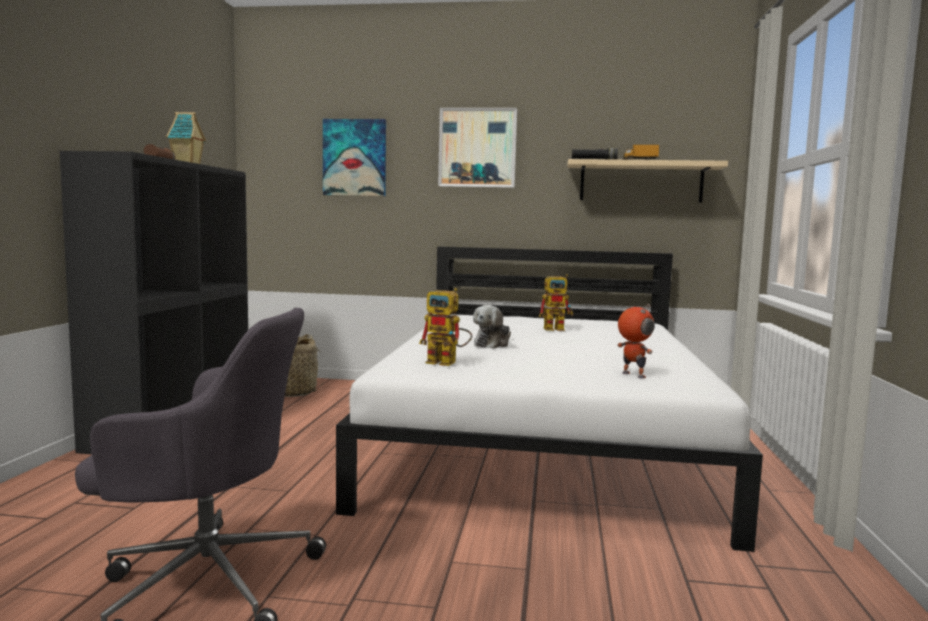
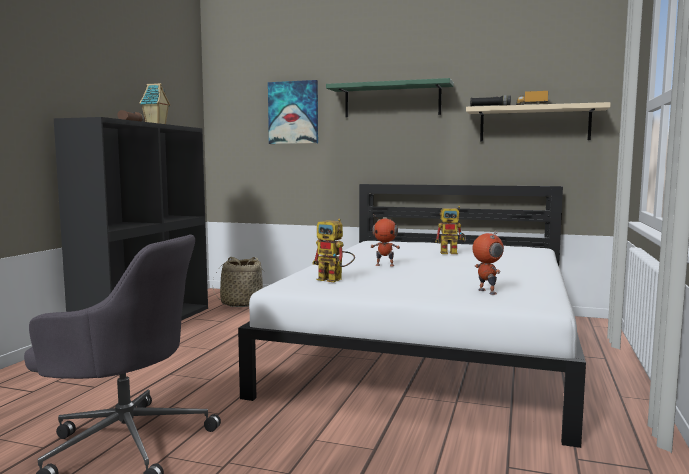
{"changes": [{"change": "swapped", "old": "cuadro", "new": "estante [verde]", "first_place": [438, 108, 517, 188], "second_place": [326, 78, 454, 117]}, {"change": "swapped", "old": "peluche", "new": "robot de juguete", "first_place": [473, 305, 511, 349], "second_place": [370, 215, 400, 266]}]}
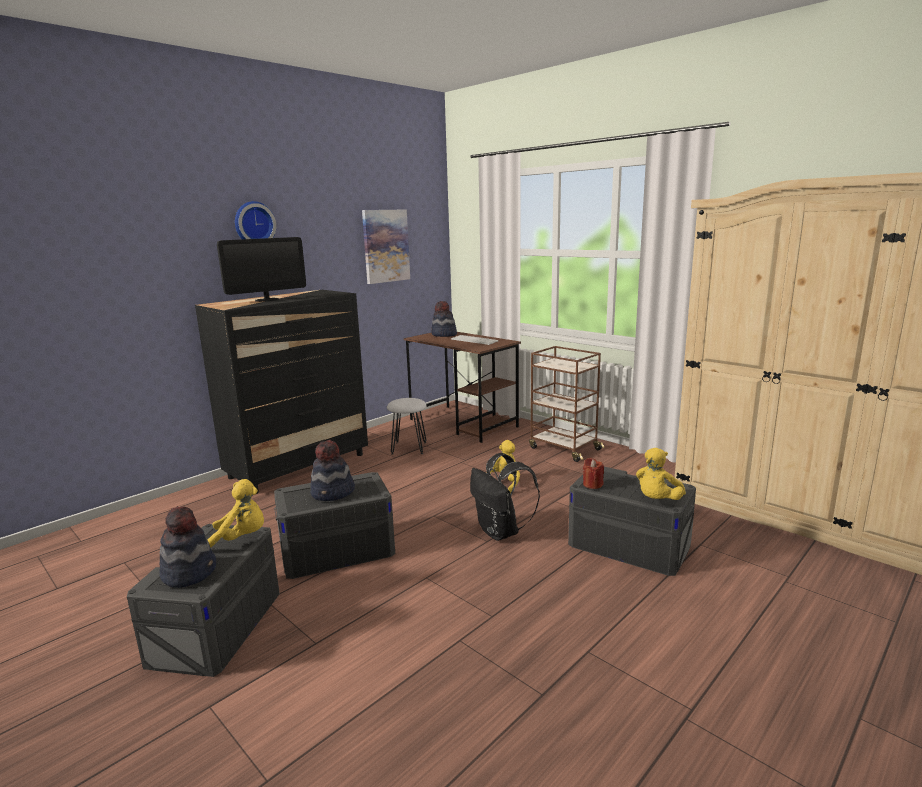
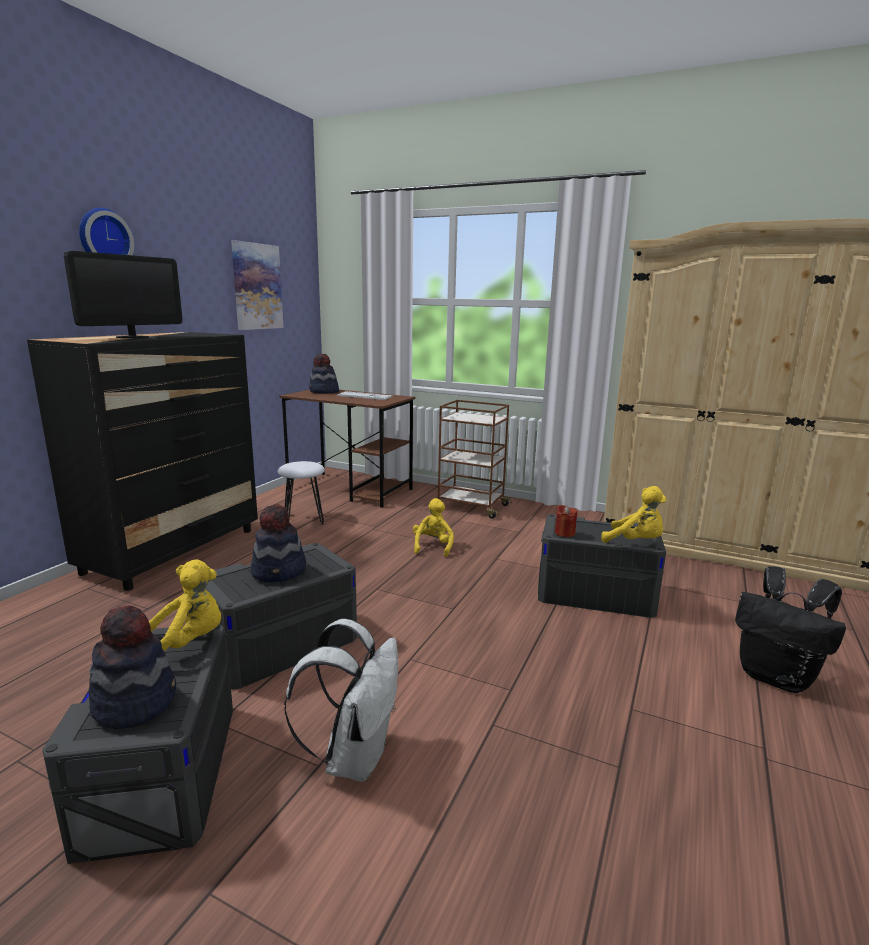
{"changes": [{"change": "new", "new": "mochila [blanco]", "second_place": [284, 619, 398, 782]}, {"change": "rotated", "old": "peluche [amarillo]", "first_place": [636, 448, 686, 500], "second_place": [601, 486, 667, 543], "degrees": -75}, {"change": "shifted", "old": "mochila [negro]", "first_place": [470, 453, 540, 541], "second_place": [735, 567, 846, 693]}]}
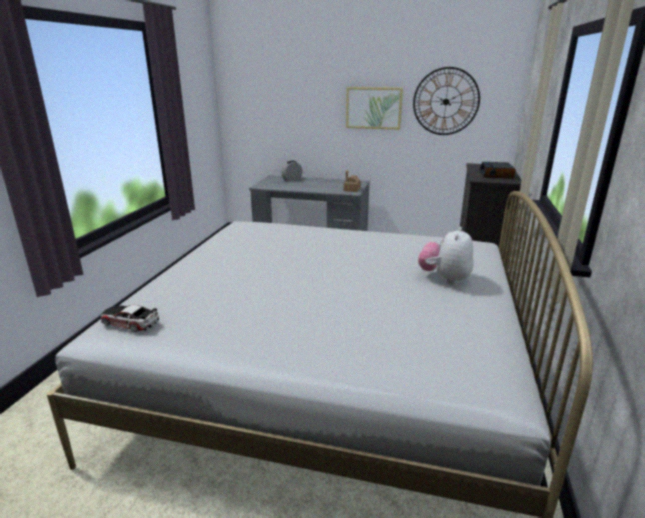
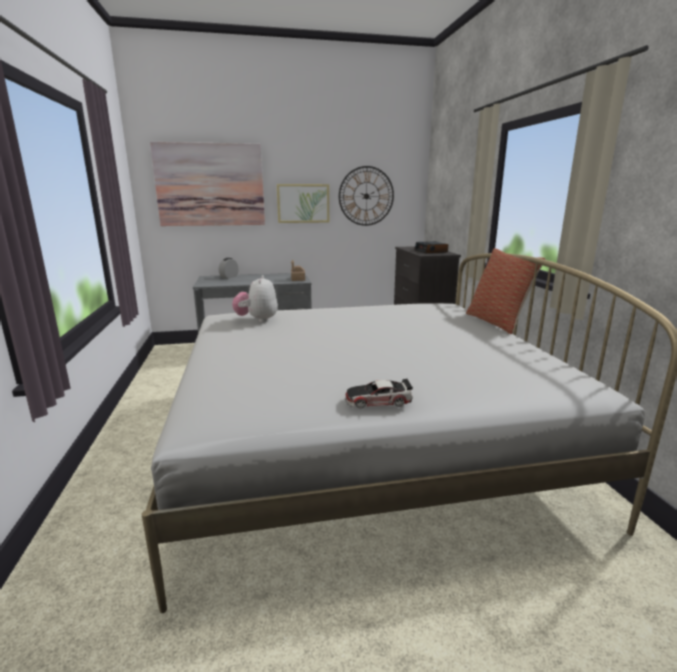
{"changes": [{"change": "new", "new": "cuadro", "second_place": [150, 142, 265, 226]}, {"change": "shifted", "old": "peluche", "first_place": [418, 227, 474, 284], "second_place": [232, 275, 278, 323]}, {"change": "shifted", "old": "coche de juguete", "first_place": [101, 304, 159, 332], "second_place": [345, 379, 413, 408]}, {"change": "new", "new": "cojín", "second_place": [466, 248, 545, 334]}]}
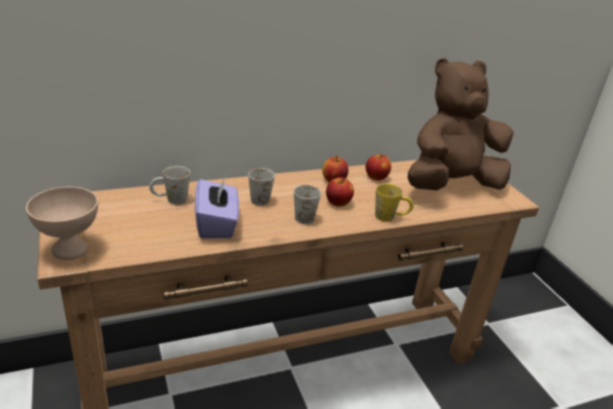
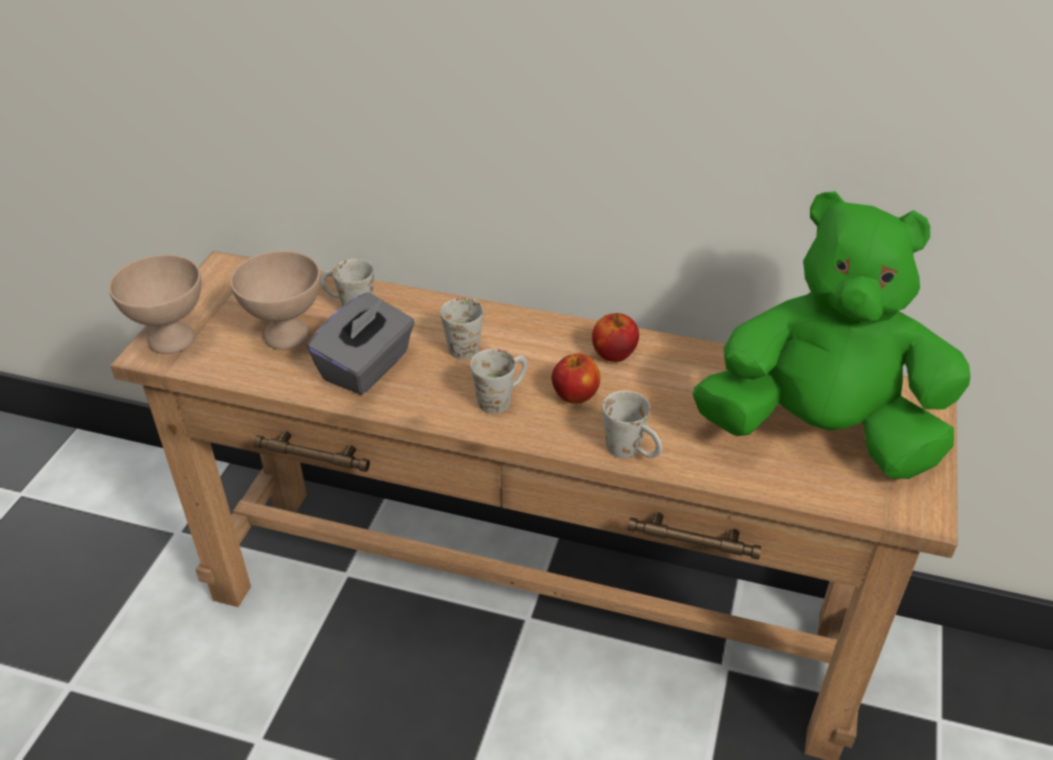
{"changes": [{"change": "new", "new": "cuenco [beis]", "second_place": [230, 251, 321, 350]}, {"change": "repainted", "old": "caja de pañuelos [morado]", "new": "caja de pañuelos [gris]", "first_place": [195, 177, 239, 238], "second_place": [307, 292, 415, 395]}, {"change": "repainted", "old": "taza grande [amarillo]", "new": "taza grande [blanco]", "first_place": [375, 183, 414, 222], "second_place": [602, 390, 662, 458]}, {"change": "repainted", "old": "peluche [marrón]", "new": "peluche [verde]", "first_place": [408, 58, 514, 191], "second_place": [693, 191, 970, 479]}, {"change": "gone", "old": "manzana", "first_place": [366, 154, 391, 181]}]}
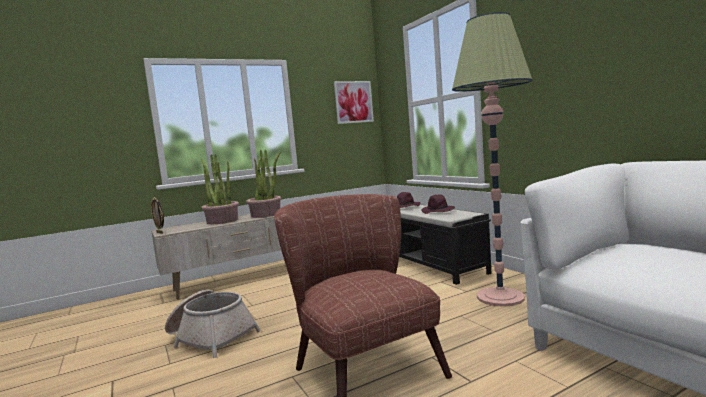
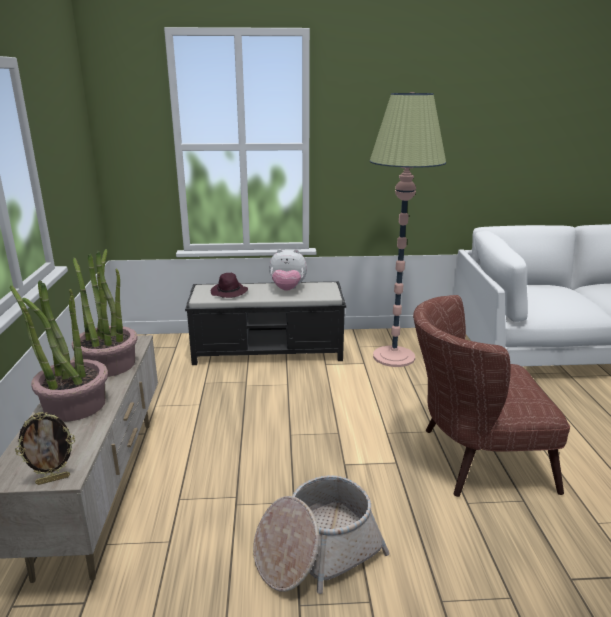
{"changes": [{"change": "swapped", "old": "sombrero [morado]", "new": "peluche", "first_place": [421, 195, 455, 214], "second_place": [269, 249, 307, 291]}, {"change": "gone", "old": "cuadro", "first_place": [334, 81, 374, 124]}]}
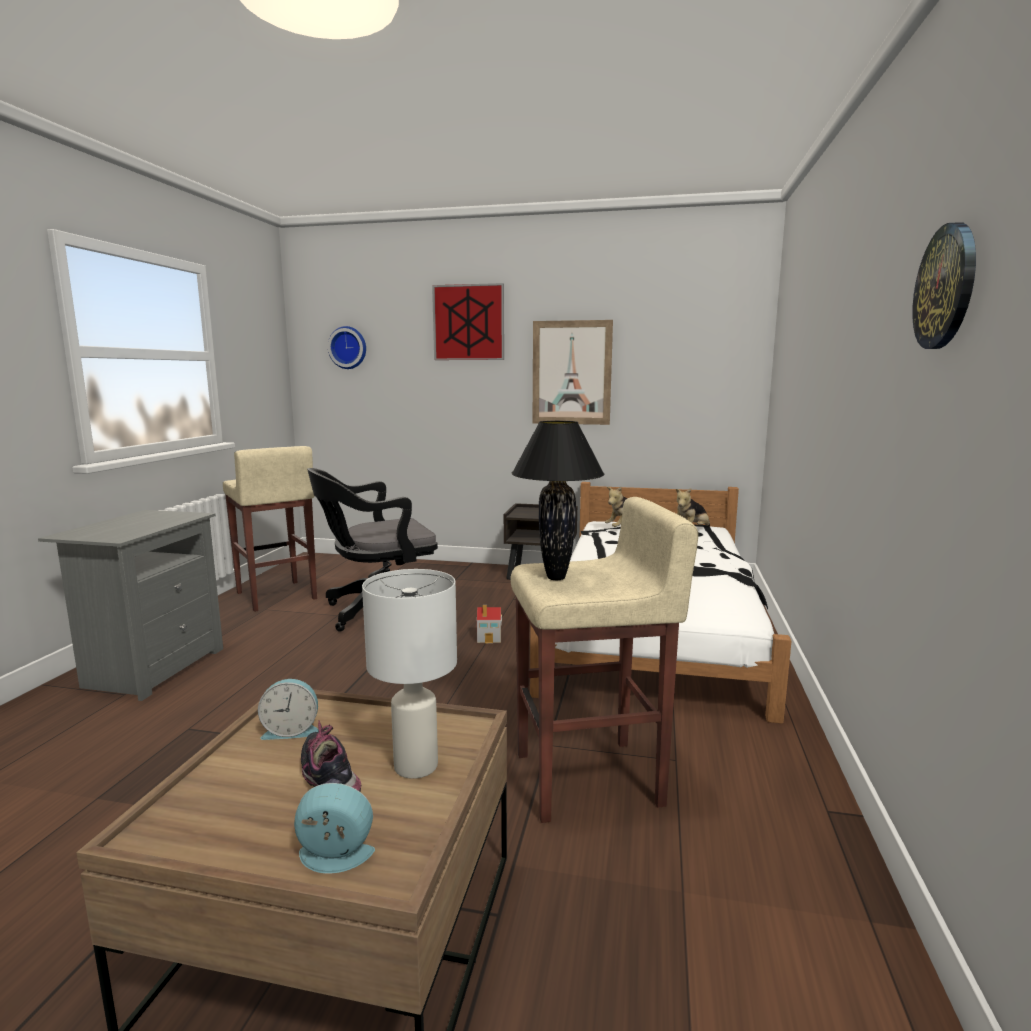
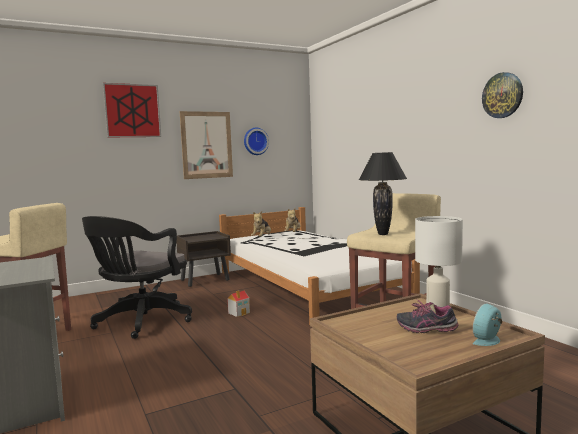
{"changes": [{"change": "shifted", "old": "reloj de pared", "first_place": [328, 326, 366, 369], "second_place": [244, 128, 269, 155]}, {"change": "gone", "old": "despertador", "first_place": [258, 679, 319, 740]}]}
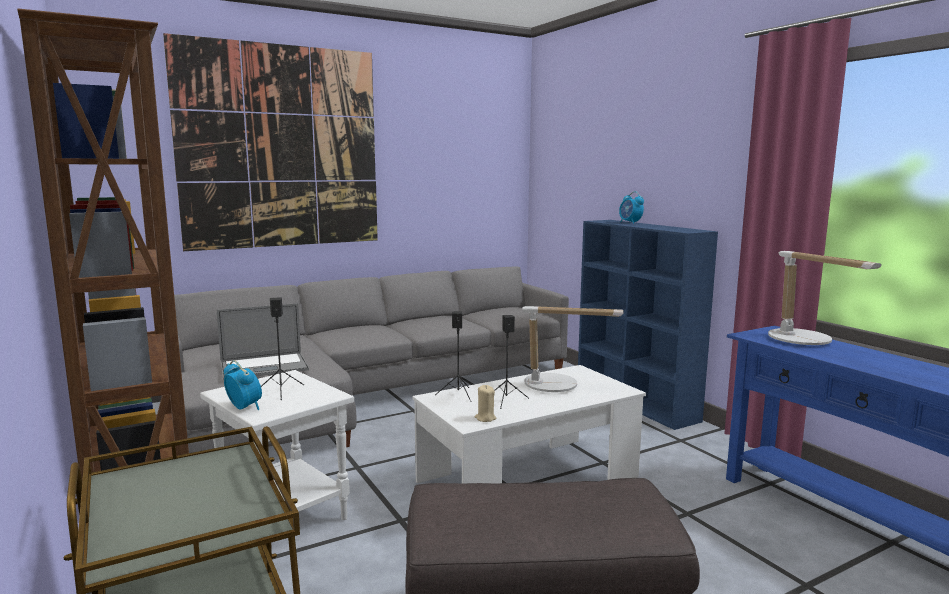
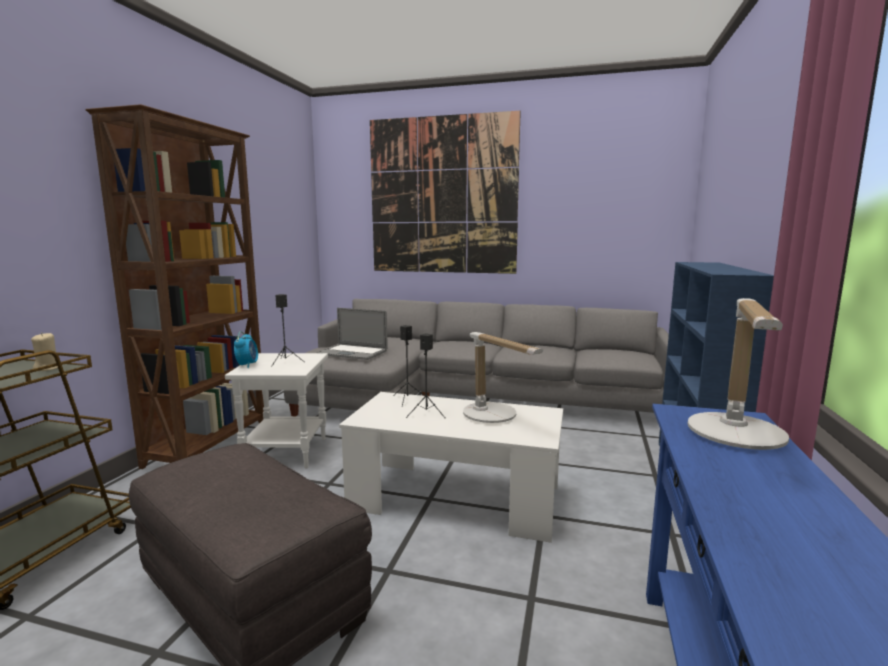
{"changes": [{"change": "shifted", "old": "vela [beis]", "first_place": [475, 385, 496, 422], "second_place": [31, 332, 58, 371]}, {"change": "gone", "old": "despertador", "first_place": [619, 191, 644, 224]}]}
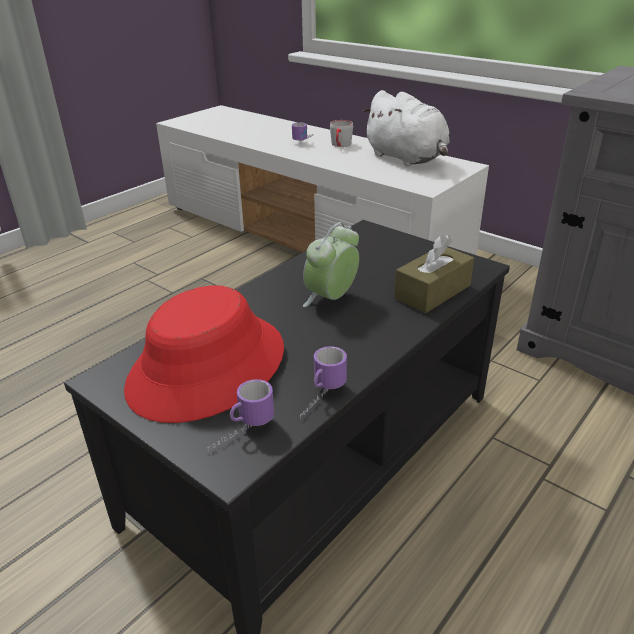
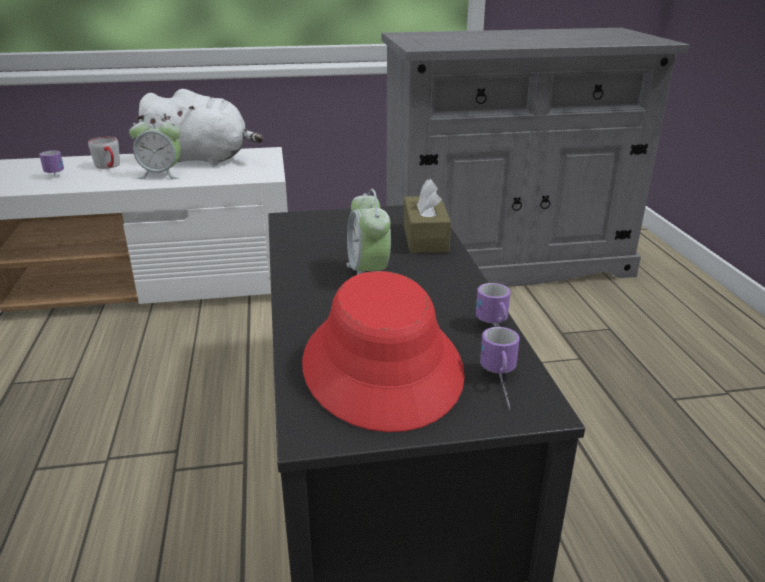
{"changes": [{"change": "new", "new": "despertador", "second_place": [129, 114, 181, 179]}]}
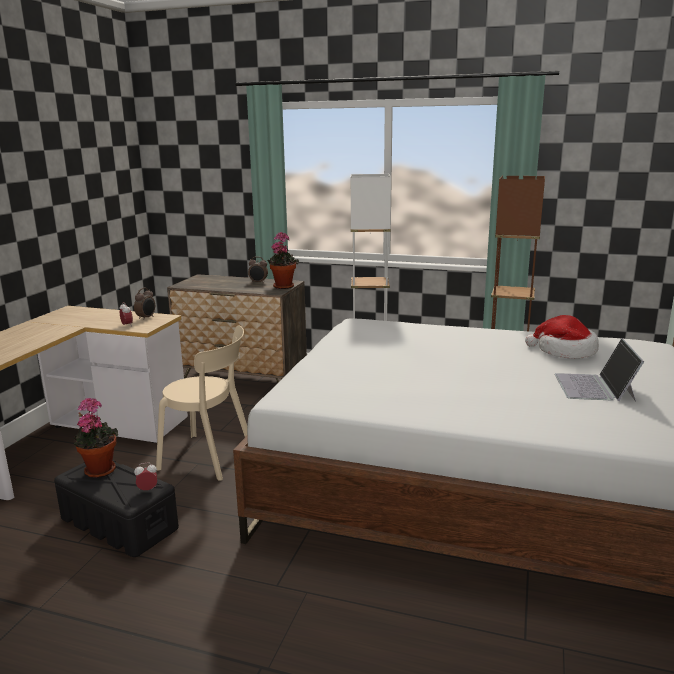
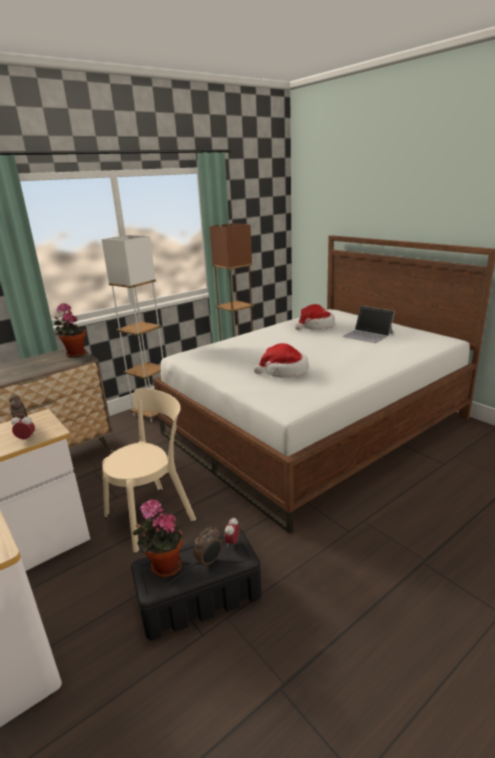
{"changes": [{"change": "shifted", "old": "despertador", "first_place": [248, 256, 268, 283], "second_place": [193, 527, 222, 569]}, {"change": "new", "new": "sombrero", "second_place": [254, 343, 309, 378]}]}
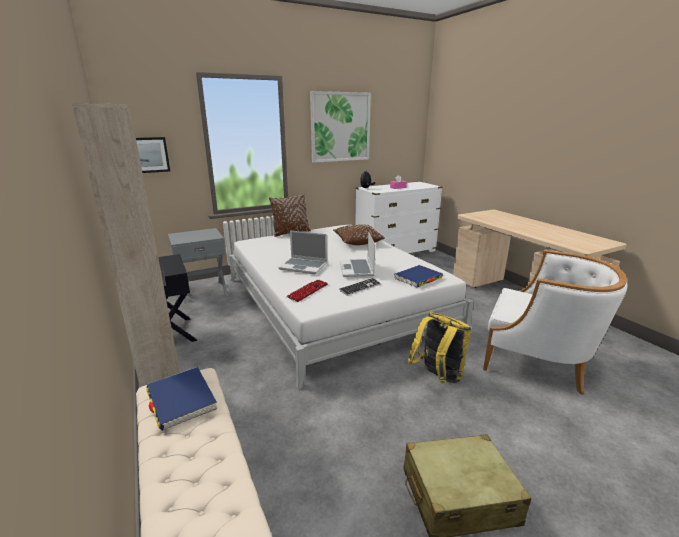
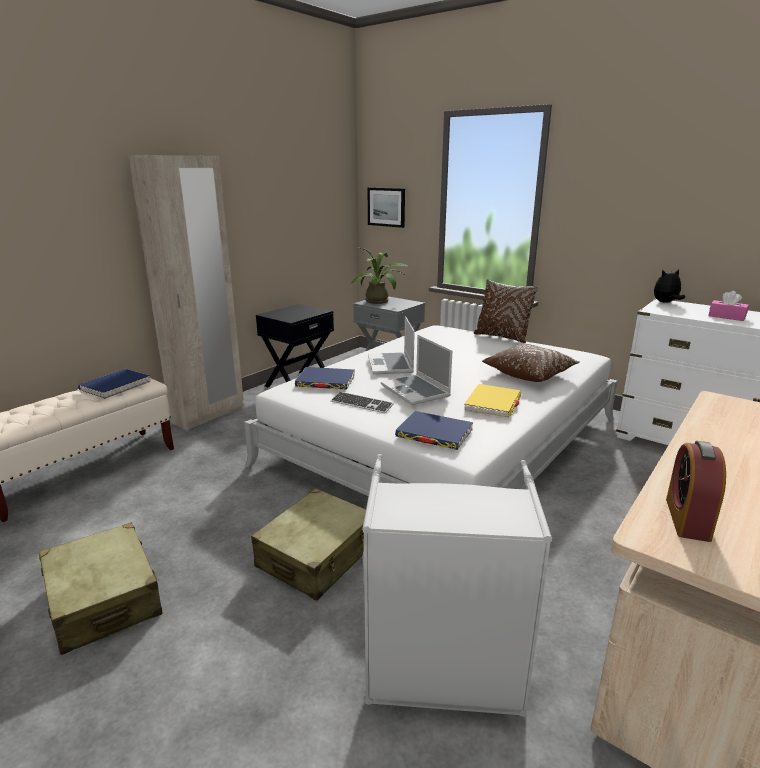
{"changes": [{"change": "swapped", "old": "mochila [amarillo]", "new": "maleta [beis]", "first_place": [407, 312, 471, 383], "second_place": [251, 488, 366, 601]}, {"change": "swapped", "old": "teclado", "new": "libro [azul]", "first_place": [287, 280, 328, 302], "second_place": [295, 367, 355, 389]}, {"change": "new", "new": "planta en maceta", "second_place": [350, 247, 409, 304]}, {"change": "swapped", "old": "sillón [blanco]", "new": "cesto de la ropa [gris]", "first_place": [483, 250, 627, 395], "second_place": [362, 454, 552, 717]}, {"change": "rotated", "old": "portátil", "first_place": [340, 232, 375, 277], "second_place": [381, 335, 453, 405], "degrees": -90}, {"change": "new", "new": "libro [amarillo]", "second_place": [464, 384, 521, 418]}, {"change": "new", "new": "despertador", "second_place": [666, 441, 726, 542]}, {"change": "gone", "old": "cuadro", "first_place": [310, 91, 371, 163]}]}
